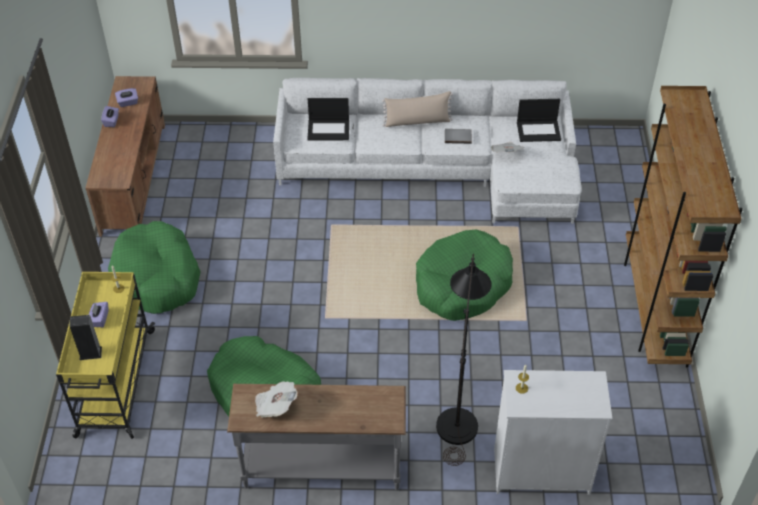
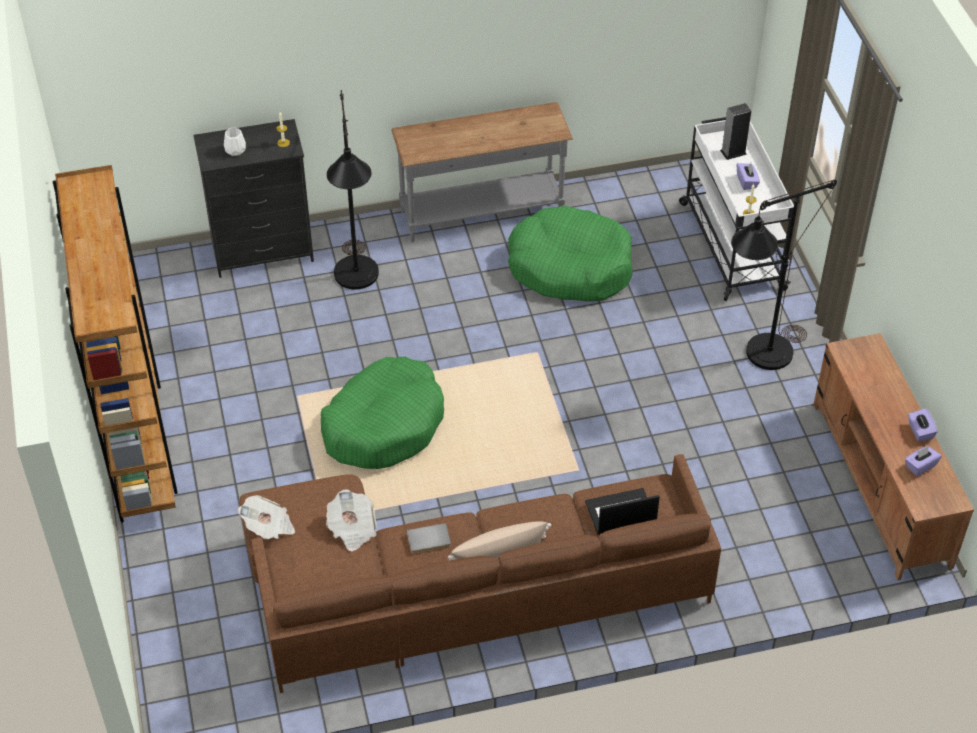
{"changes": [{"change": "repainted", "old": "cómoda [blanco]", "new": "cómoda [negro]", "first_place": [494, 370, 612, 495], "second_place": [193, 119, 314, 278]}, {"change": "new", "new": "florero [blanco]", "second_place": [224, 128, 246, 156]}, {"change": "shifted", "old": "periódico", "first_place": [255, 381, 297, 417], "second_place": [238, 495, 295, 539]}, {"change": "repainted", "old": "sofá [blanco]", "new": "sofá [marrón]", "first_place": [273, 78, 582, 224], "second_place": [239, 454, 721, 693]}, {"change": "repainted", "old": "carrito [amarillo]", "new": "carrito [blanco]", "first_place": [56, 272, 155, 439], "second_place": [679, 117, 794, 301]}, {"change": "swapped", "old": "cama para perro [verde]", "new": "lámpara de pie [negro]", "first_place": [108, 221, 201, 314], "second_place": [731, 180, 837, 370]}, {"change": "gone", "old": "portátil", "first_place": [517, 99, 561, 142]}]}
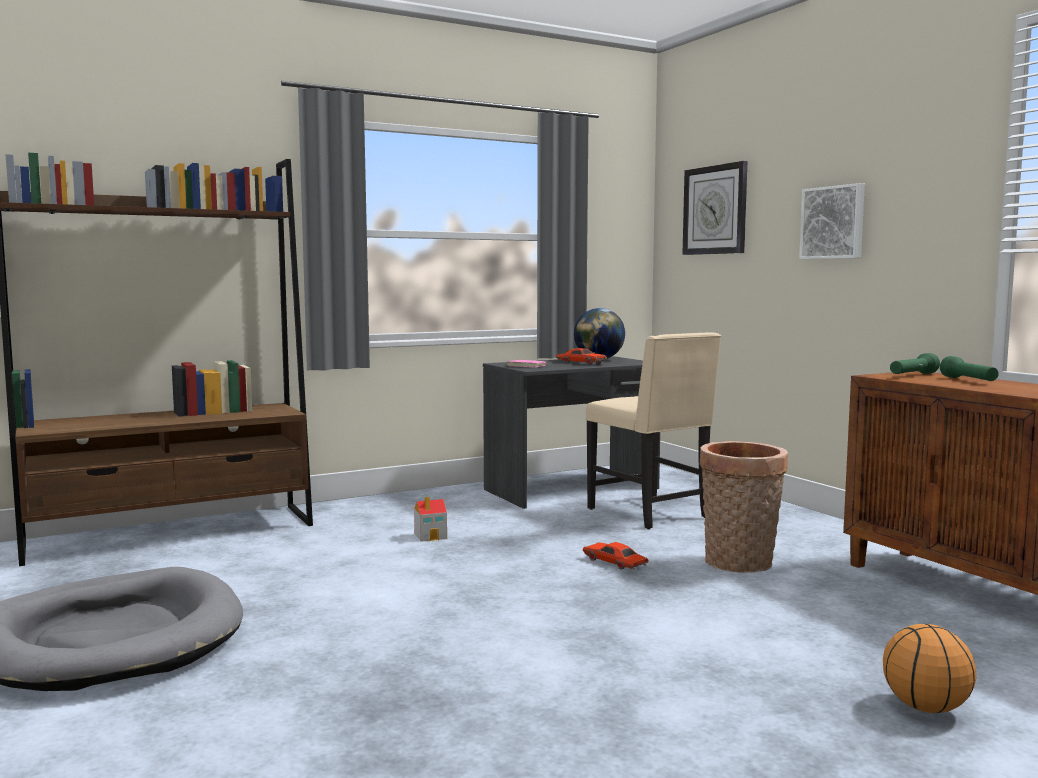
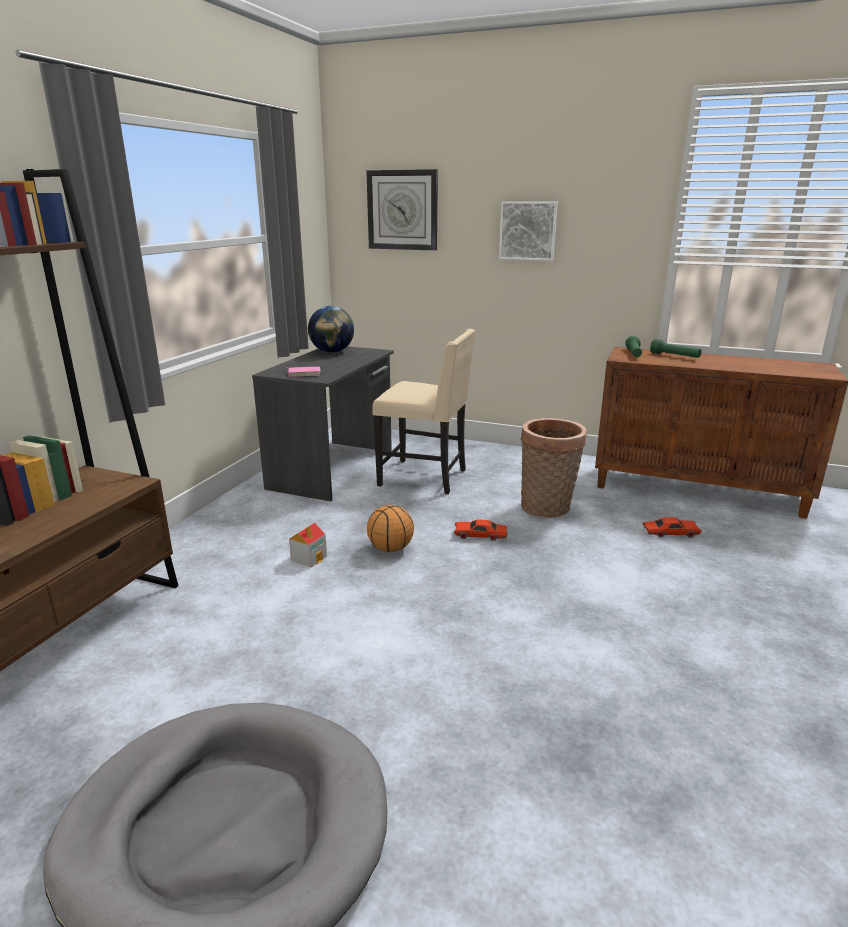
{"changes": [{"change": "shifted", "old": "balón de baloncesto", "first_place": [883, 624, 977, 713], "second_place": [367, 505, 414, 552]}, {"change": "shifted", "old": "coche de juguete [rojo]", "first_place": [556, 348, 607, 365], "second_place": [643, 517, 701, 538]}]}
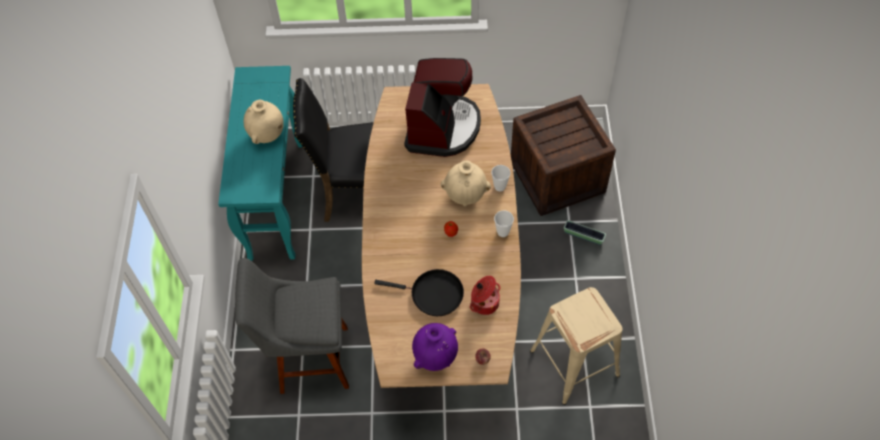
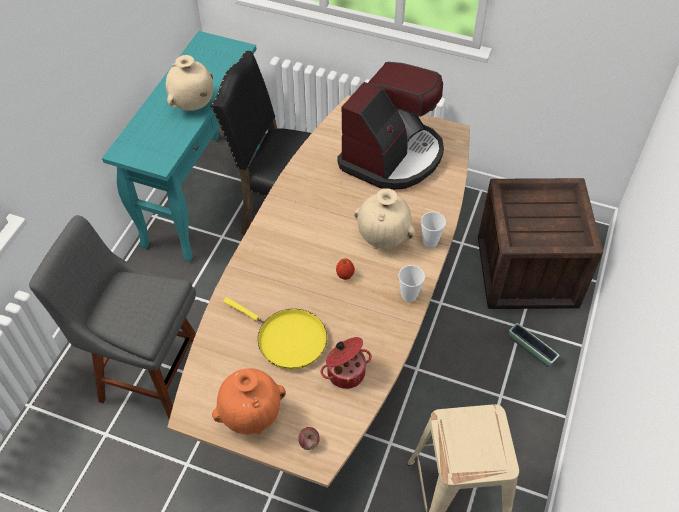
{"changes": [{"change": "repainted", "old": "florero [morado]", "new": "florero [naranja]", "first_place": [412, 323, 458, 371], "second_place": [212, 368, 286, 435]}, {"change": "repainted", "old": "sartén [negro]", "new": "sartén [amarillo]", "first_place": [374, 269, 464, 316], "second_place": [223, 297, 327, 370]}]}
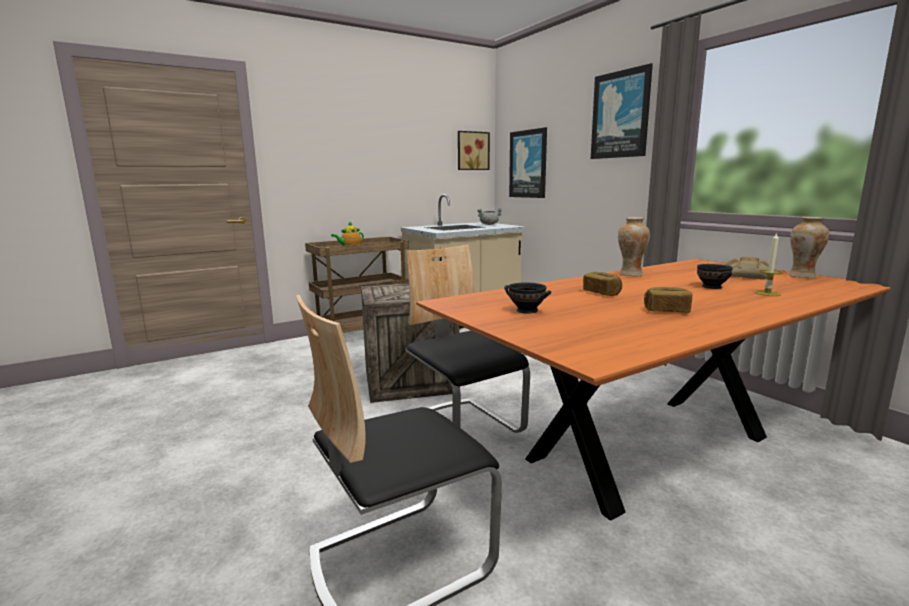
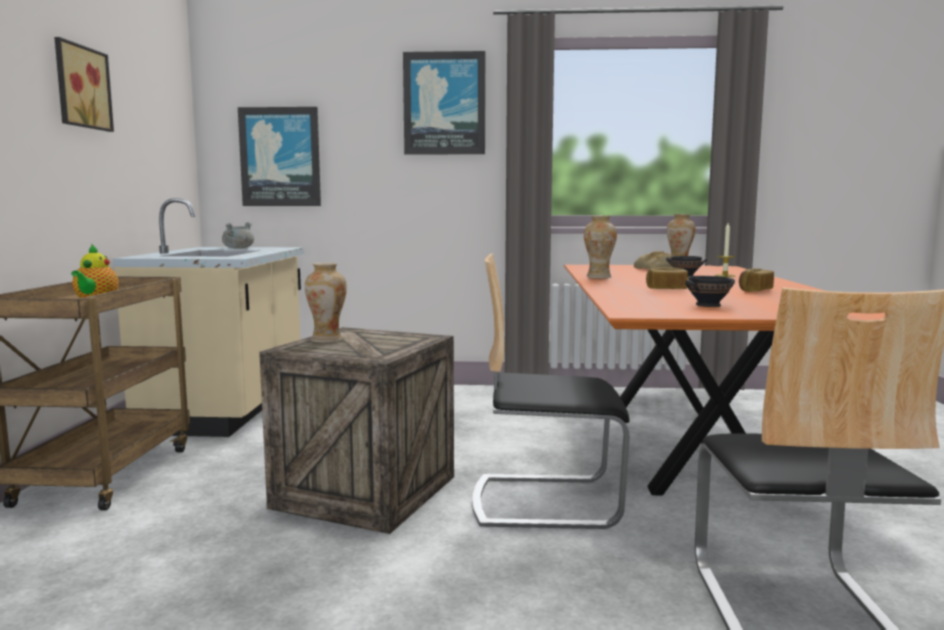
{"changes": [{"change": "shifted", "old": "cuadro", "first_place": [458, 131, 490, 170], "second_place": [54, 37, 114, 132]}, {"change": "new", "new": "florero", "second_place": [305, 263, 347, 343]}]}
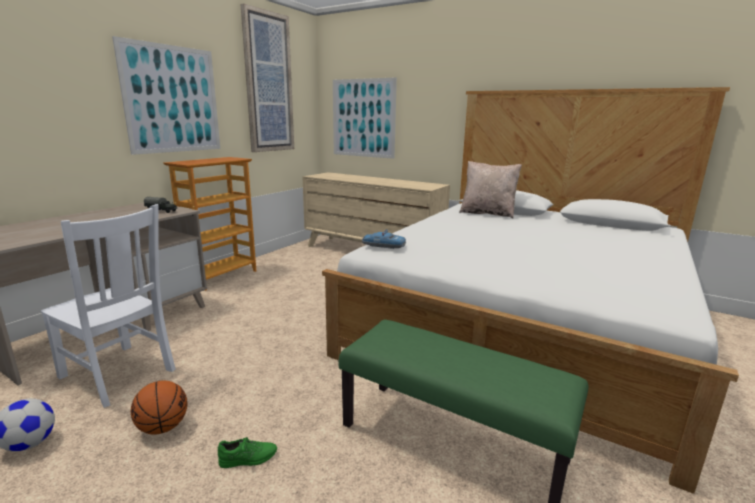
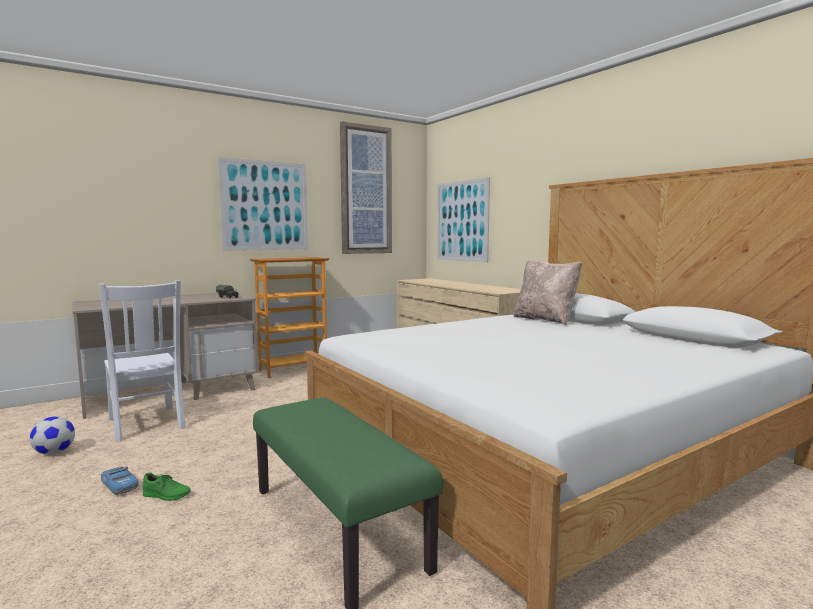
{"changes": [{"change": "shifted", "old": "coche de juguete", "first_place": [362, 229, 406, 249], "second_place": [101, 466, 138, 495]}, {"change": "gone", "old": "balón de baloncesto", "first_place": [131, 381, 187, 434]}]}
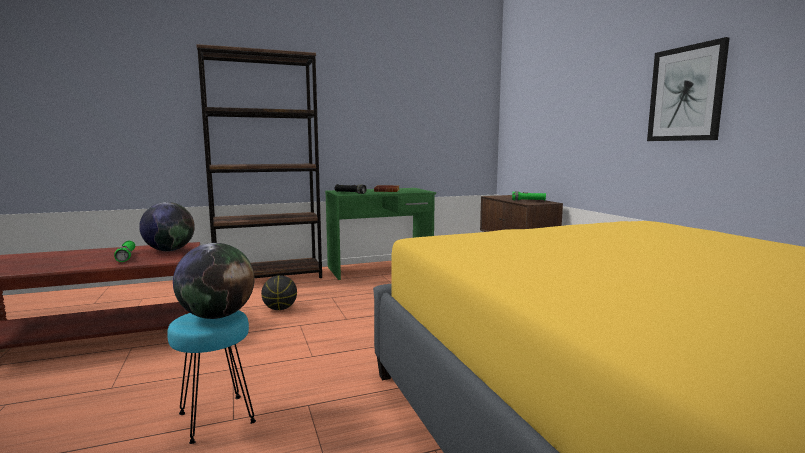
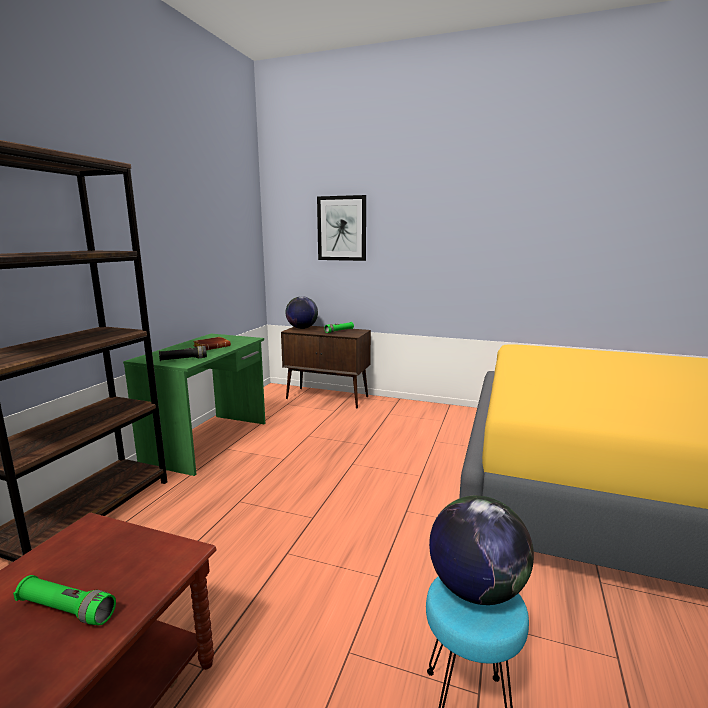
{"changes": [{"change": "shifted", "old": "globo terráqueo", "first_place": [139, 202, 195, 251], "second_place": [286, 296, 318, 329]}, {"change": "shifted", "old": "cuadro", "first_place": [647, 37, 730, 141], "second_place": [317, 195, 366, 261]}, {"change": "gone", "old": "balón de baloncesto", "first_place": [261, 275, 297, 310]}]}
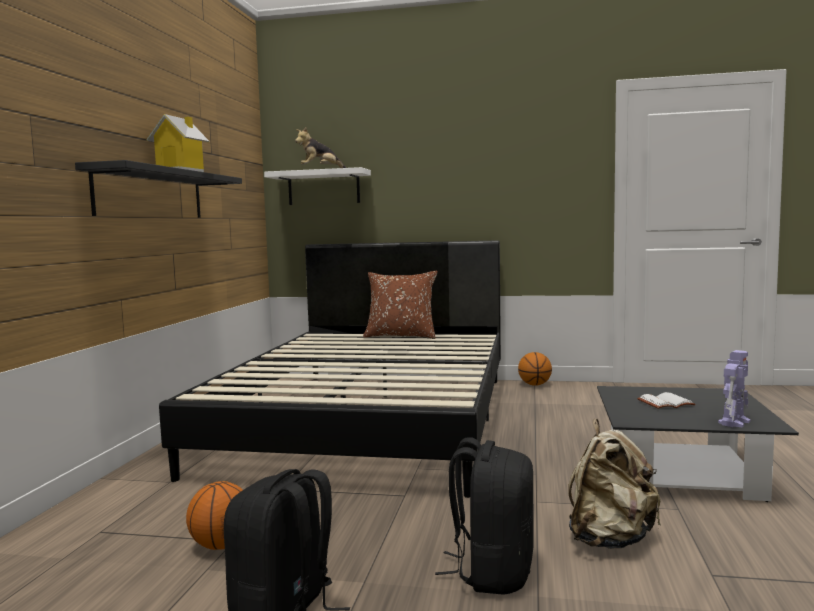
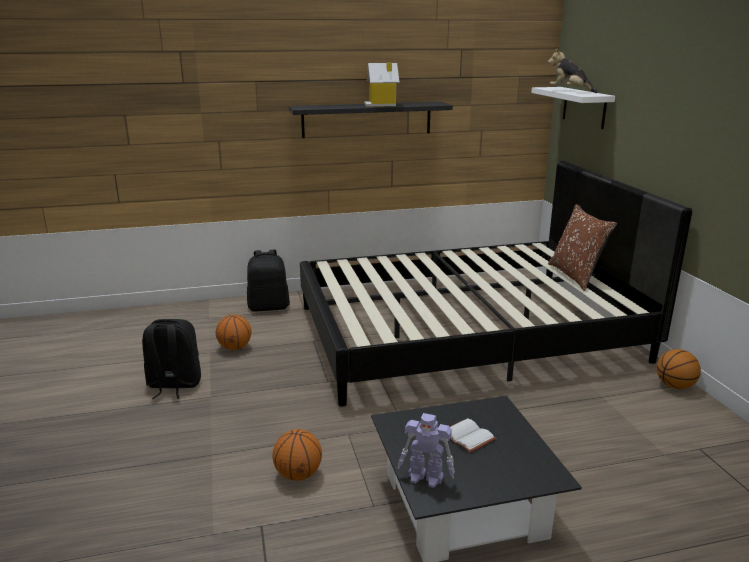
{"changes": [{"change": "shifted", "old": "mochila [negro]", "first_place": [435, 437, 534, 595], "second_place": [247, 250, 290, 312]}, {"change": "swapped", "old": "mochila [beis]", "new": "balón de baloncesto", "first_place": [568, 419, 661, 549], "second_place": [273, 429, 322, 481]}]}
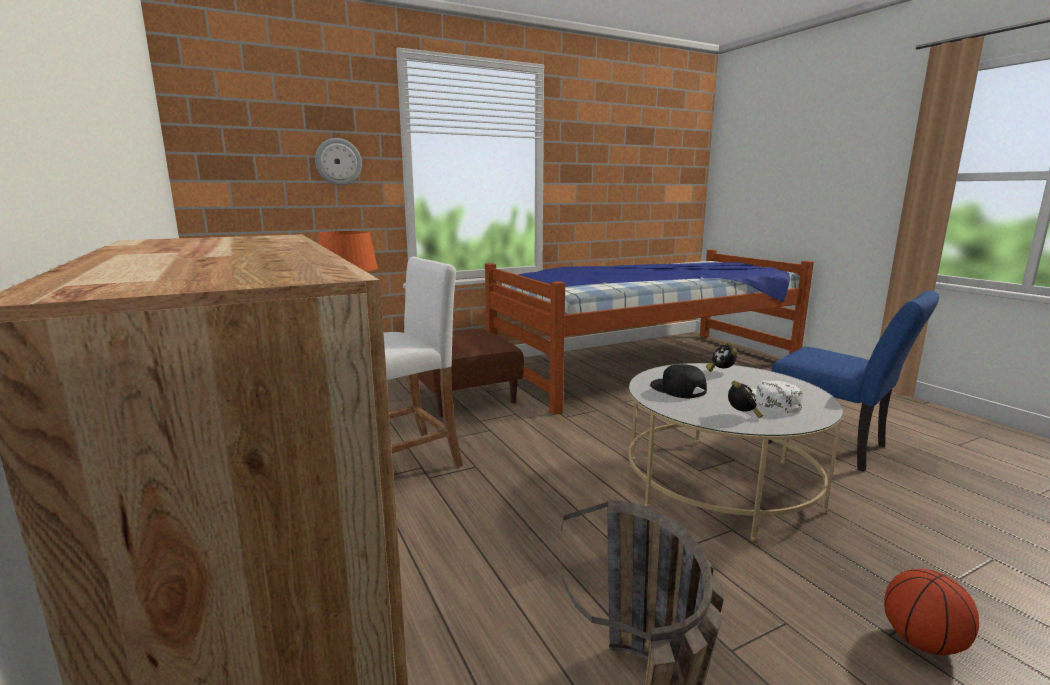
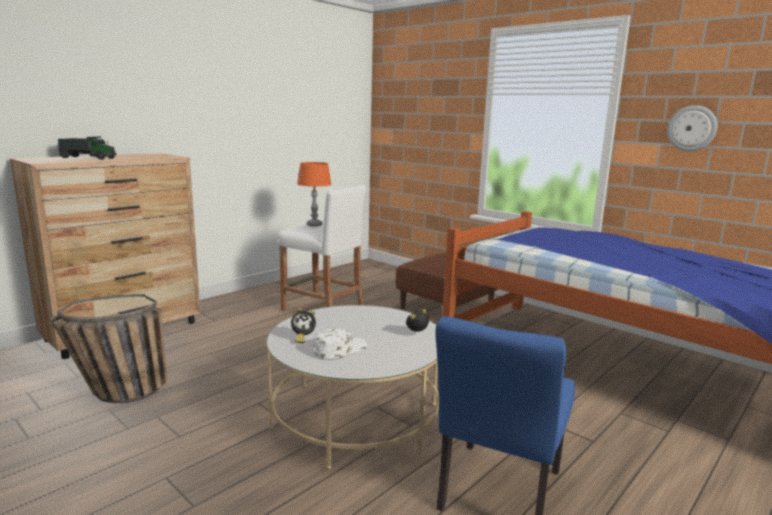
{"changes": [{"change": "new", "new": "camión de juguete", "second_place": [57, 136, 116, 160]}, {"change": "shifted", "old": "reloj de pared", "first_place": [315, 138, 362, 185], "second_place": [667, 105, 717, 151]}, {"change": "gone", "old": "gorra [negro]", "first_place": [650, 364, 707, 399]}, {"change": "gone", "old": "balón de baloncesto", "first_place": [884, 569, 979, 655]}]}
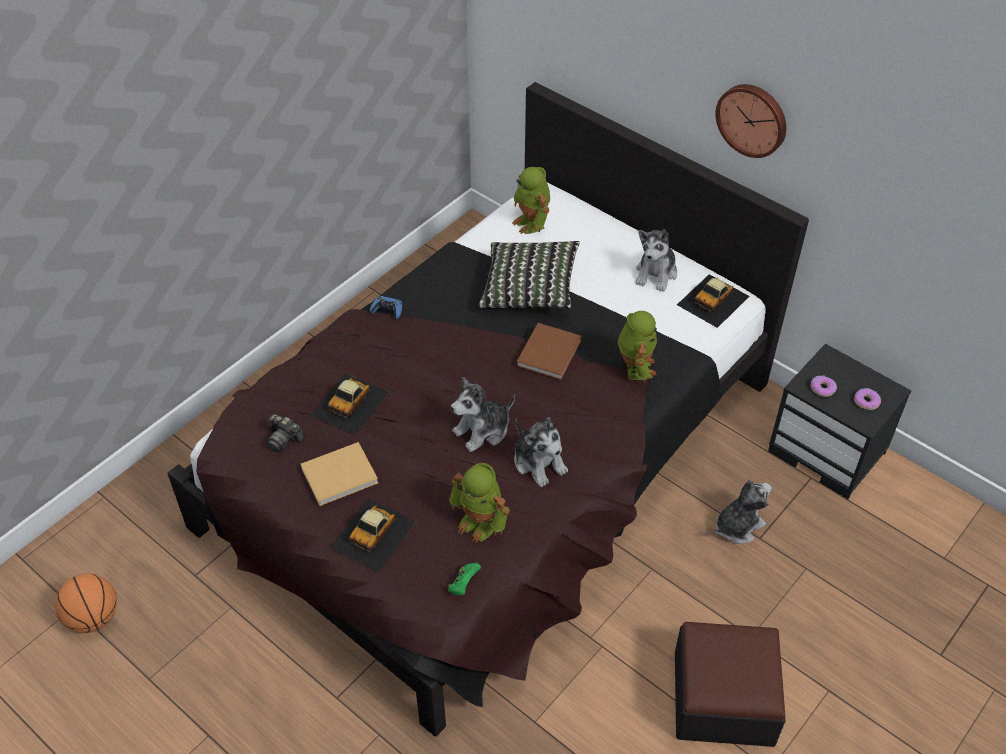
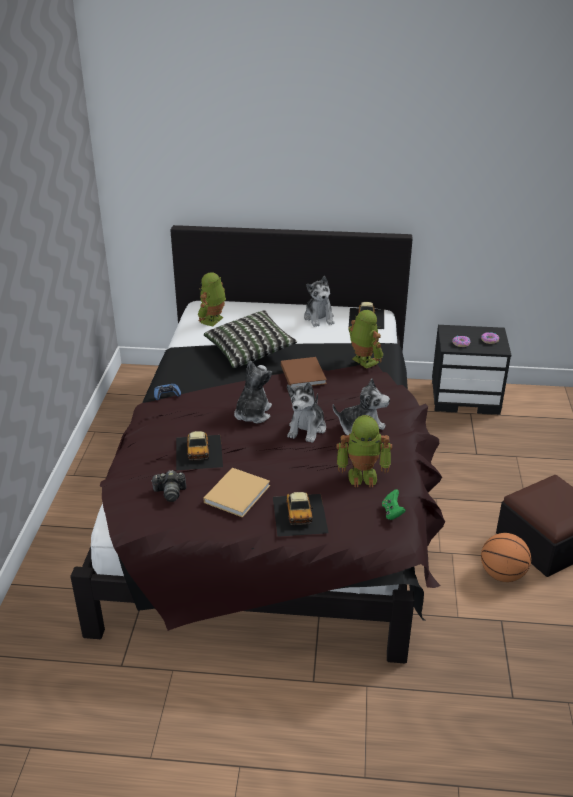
{"changes": [{"change": "rotated", "old": "robot de juguete", "first_place": [512, 167, 550, 234], "second_place": [198, 272, 226, 326], "degrees": 90}, {"change": "shifted", "old": "peluche", "first_place": [715, 480, 772, 544], "second_place": [234, 361, 272, 424]}, {"change": "shifted", "old": "balón de baloncesto", "first_place": [55, 573, 117, 633], "second_place": [481, 533, 531, 582]}, {"change": "gone", "old": "reloj de pared", "first_place": [715, 84, 786, 158]}]}
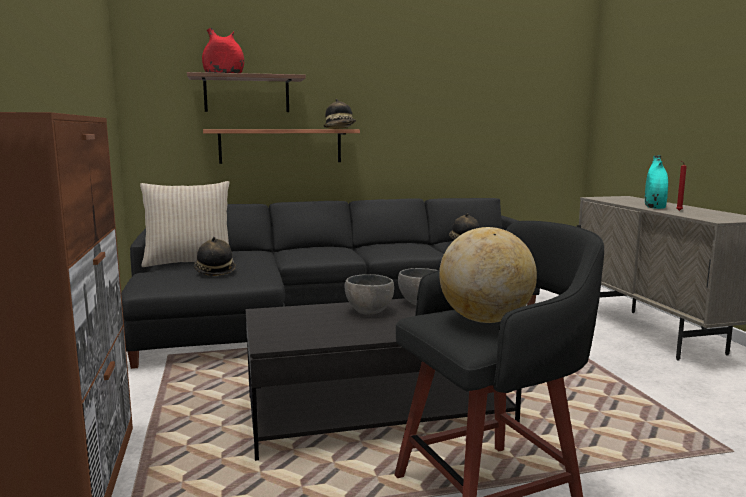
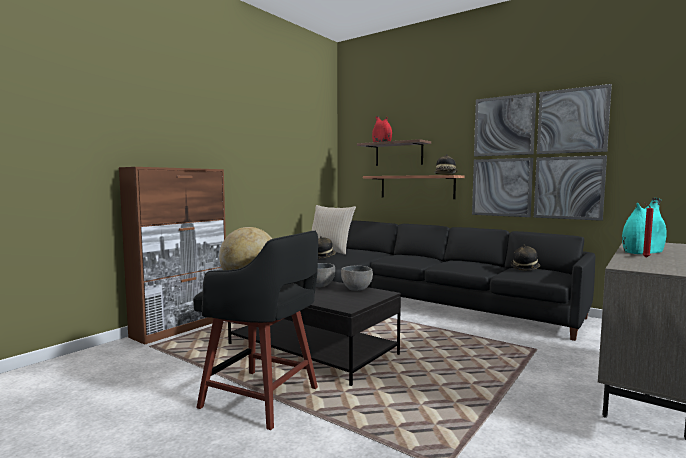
{"changes": [{"change": "new", "new": "cuadro", "second_place": [472, 84, 612, 221]}]}
